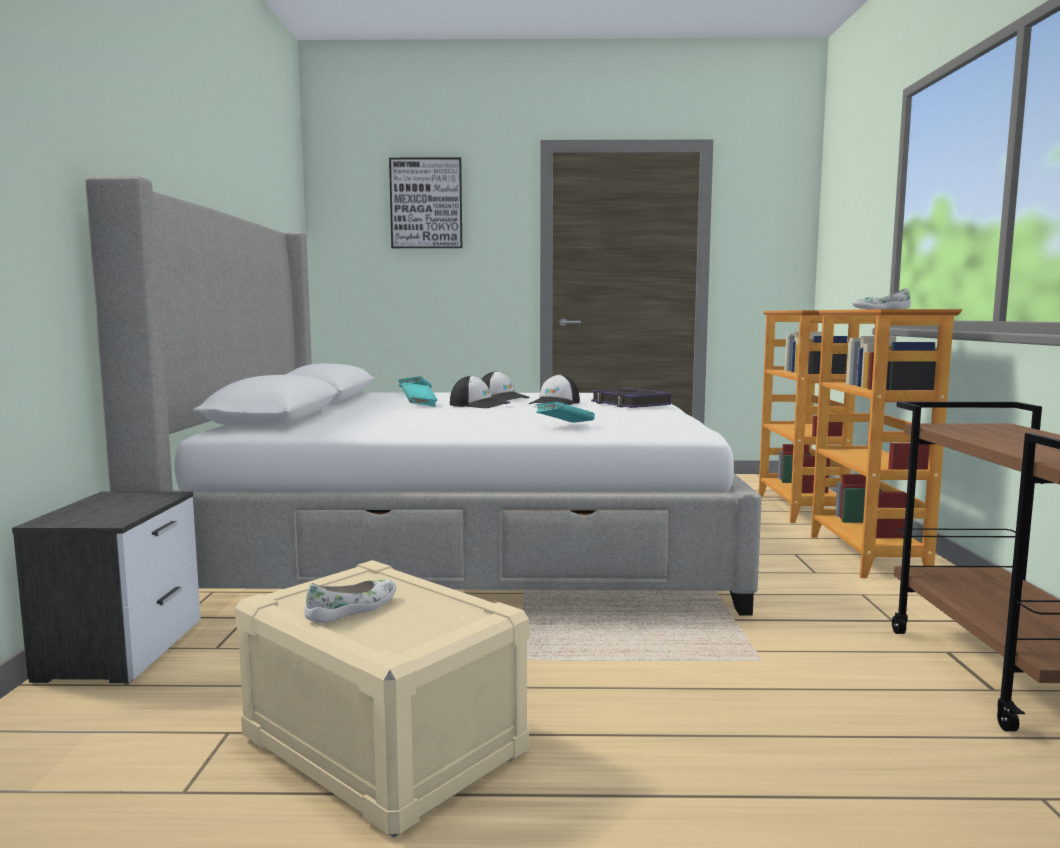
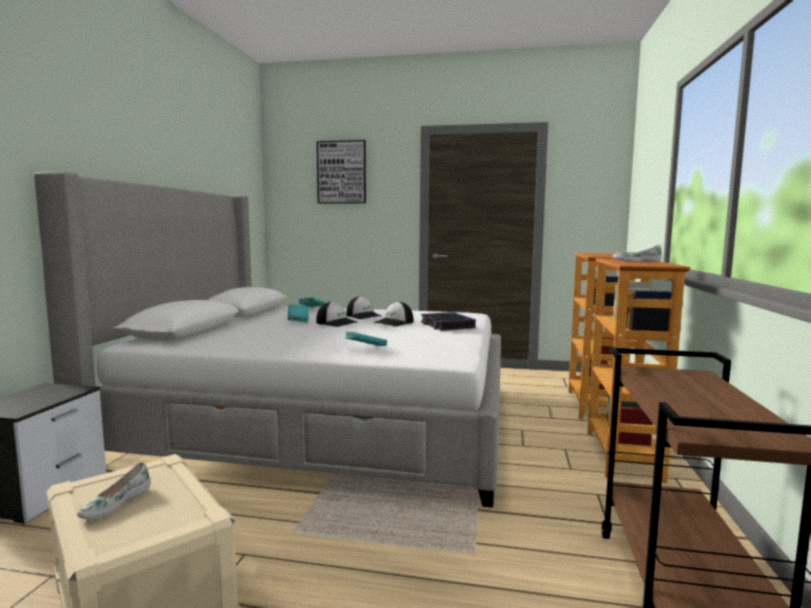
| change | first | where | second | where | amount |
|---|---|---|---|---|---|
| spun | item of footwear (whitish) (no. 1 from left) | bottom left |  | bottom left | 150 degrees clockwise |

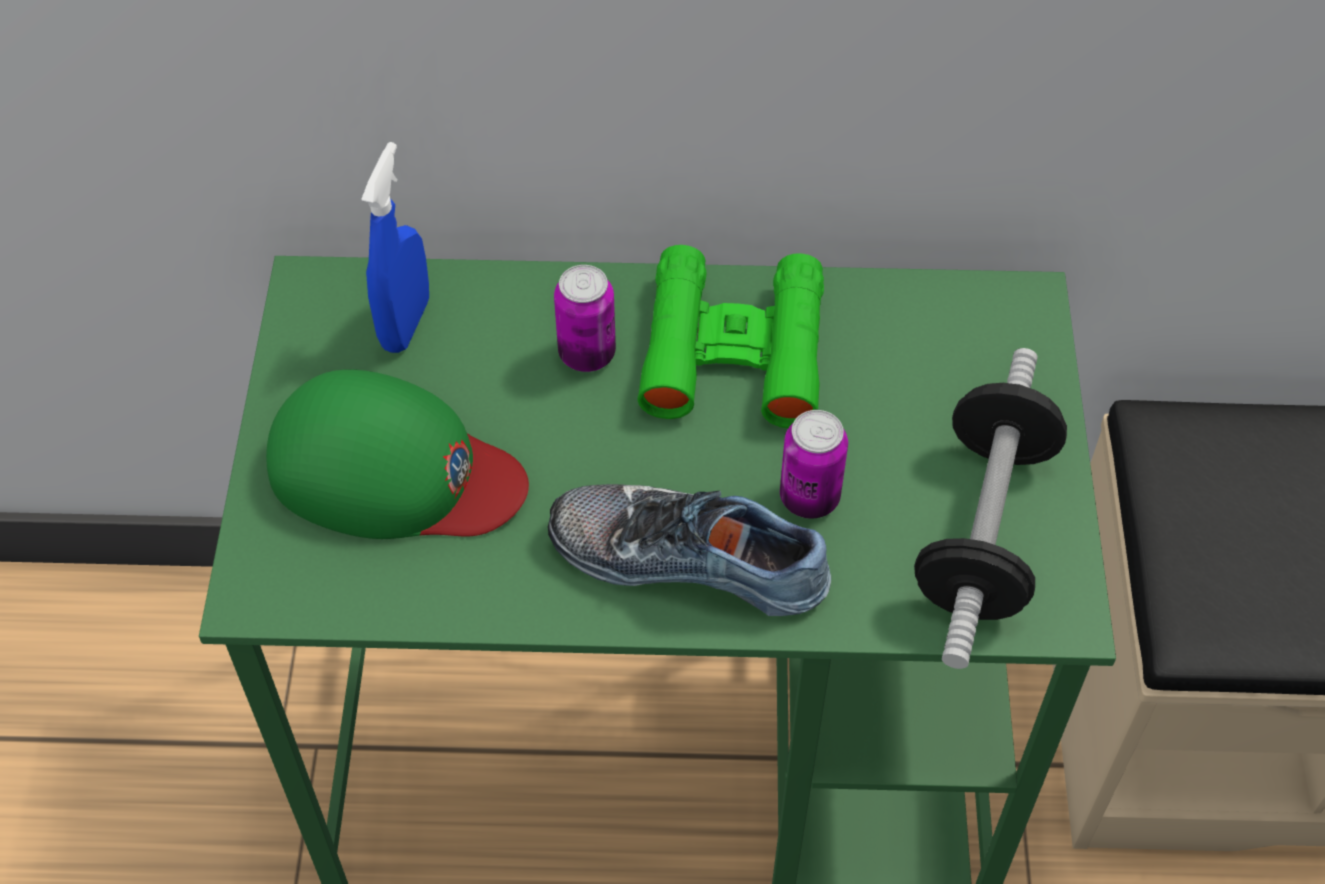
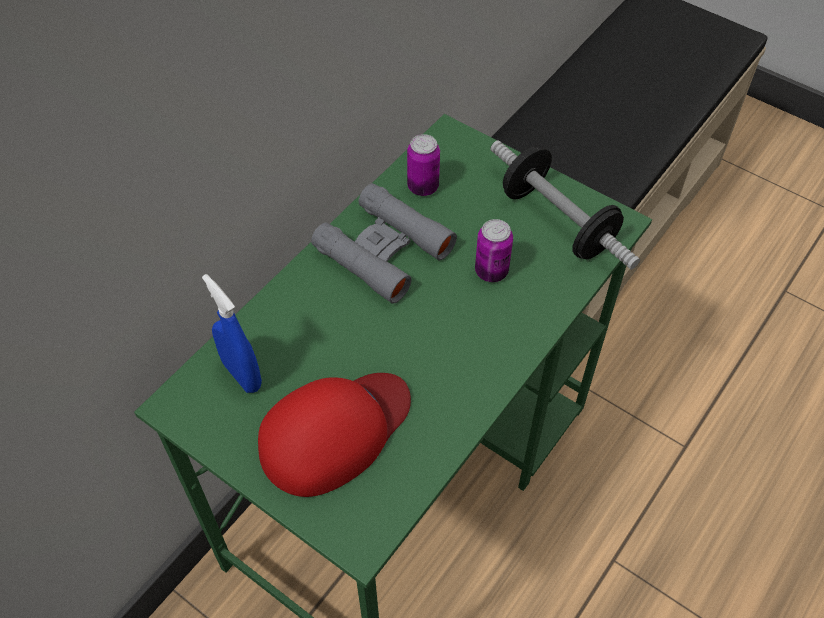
| change | first | where | second | where | amount |
|---|---|---|---|---|---|
| colour | cap (green-coloured) | middle left | cap (red-coloured) | bottom centre |  |
| missing | item of footwear | centre |  |  |  |
| relocated | metal can (no. 1 from left) | centre |  | top centre |  |
| colour | field glasses (green-coloured) | centre | field glasses (grey) | centre |  |

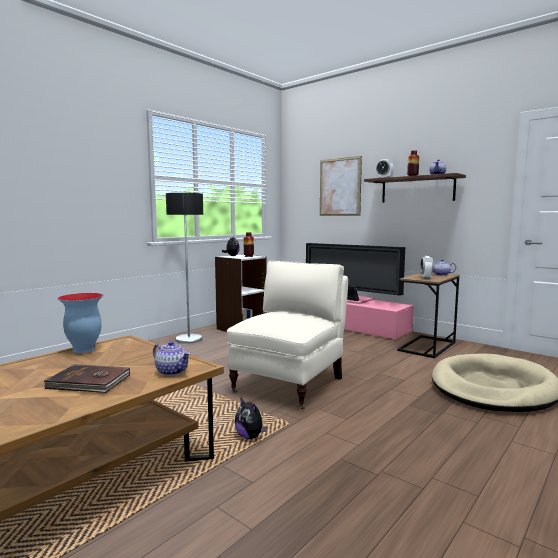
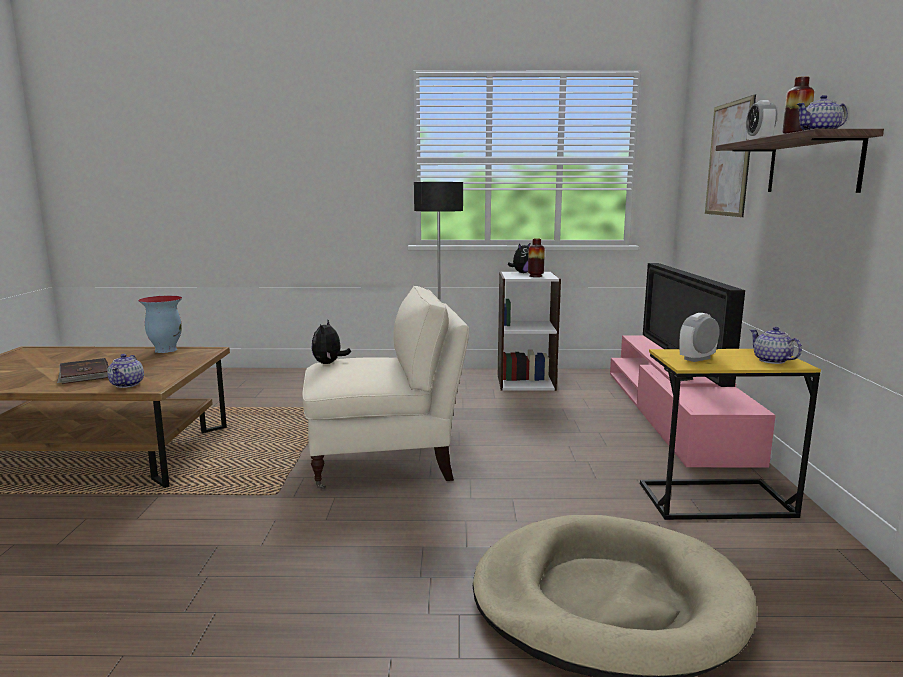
| change | first | where | second | where | amount |
|---|---|---|---|---|---|
| relocated | soft toy (no. 2 from left in the first image) | bottom centre | soft toy (no. 1 from left) | centre |  |
| colour | side table (brown-coloured) | middle right | side table (yellowish) | middle right |  |

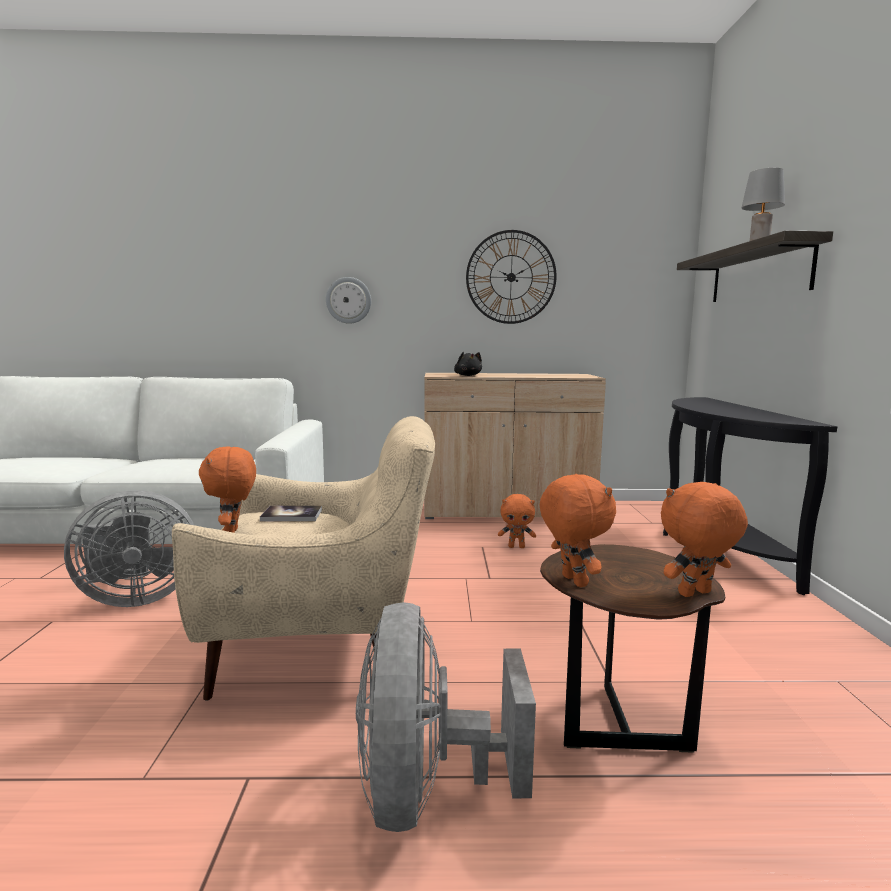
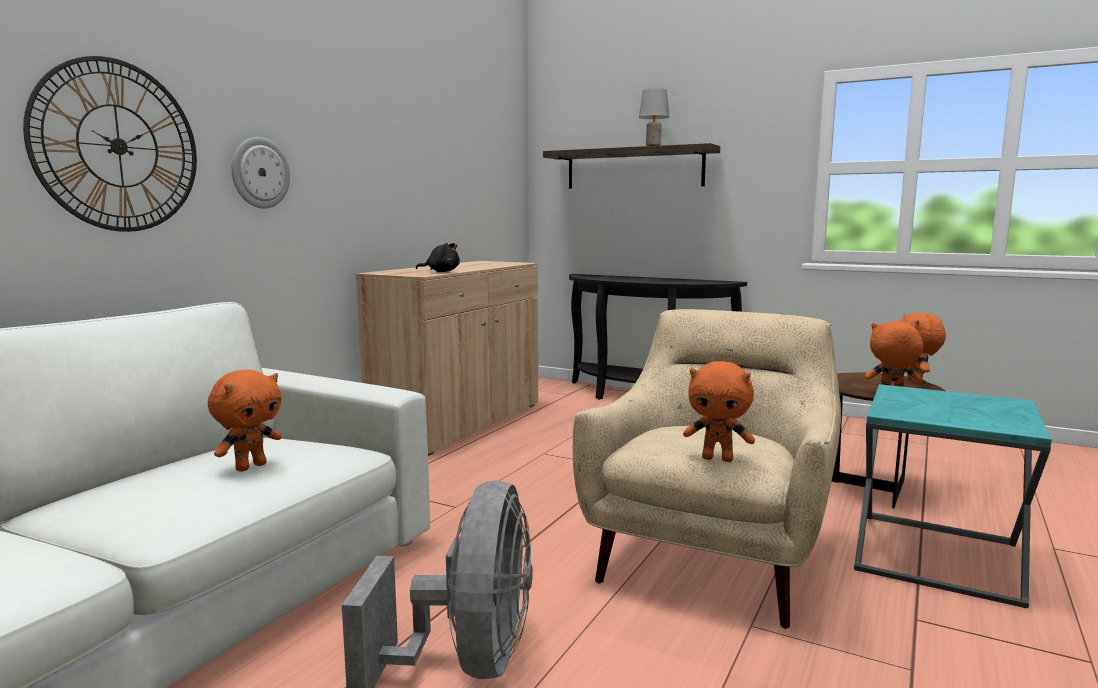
| change | first | where | second | where | amount |
|---|---|---|---|---|---|
| missing | volume | middle left |  |  |  |
| exchanged | fan (grey) (no. 2 from left) | bottom centre | side table (blue-green) | bottom right |  |
| relocated | wall clock (no. 2 from left in the first image) | top centre | wall clock (no. 1 from left) | top left |  |
| relocated | soft toy (orangey) (no. 2 from left in the first image) | centre | soft toy (orangey) (no. 1 from left) | middle left |  |

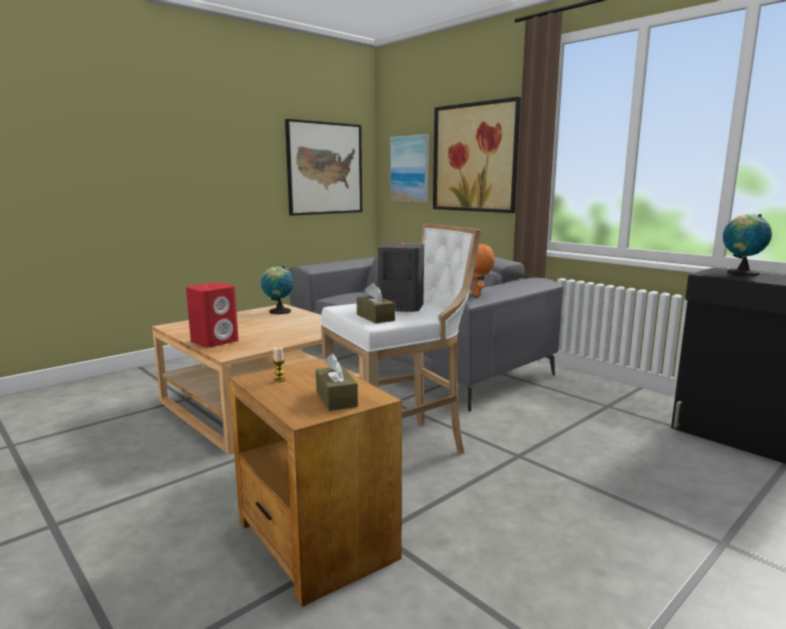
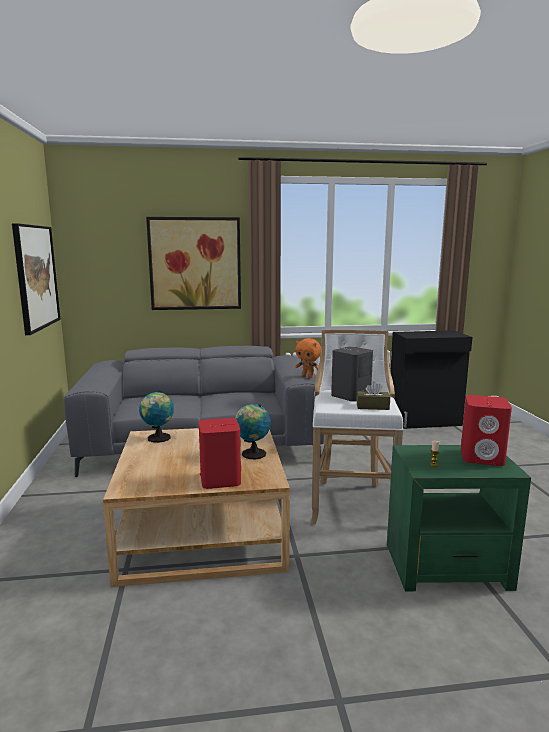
| change | first | where | second | where | amount |
|---|---|---|---|---|---|
| colour | side table (brown-coloured) | bottom centre | side table (green-coloured) | bottom right |  |
| exchanged | box of tissues (brown-coloured) (no. 1 from left) | centre | speaker (red-coloured) (no. 2 from left) | middle right |  |
| missing | picture (no. 2 from left) | top centre |  |  |  |
| relocated | world globe (no. 2 from left) | middle right |  | centre |  |

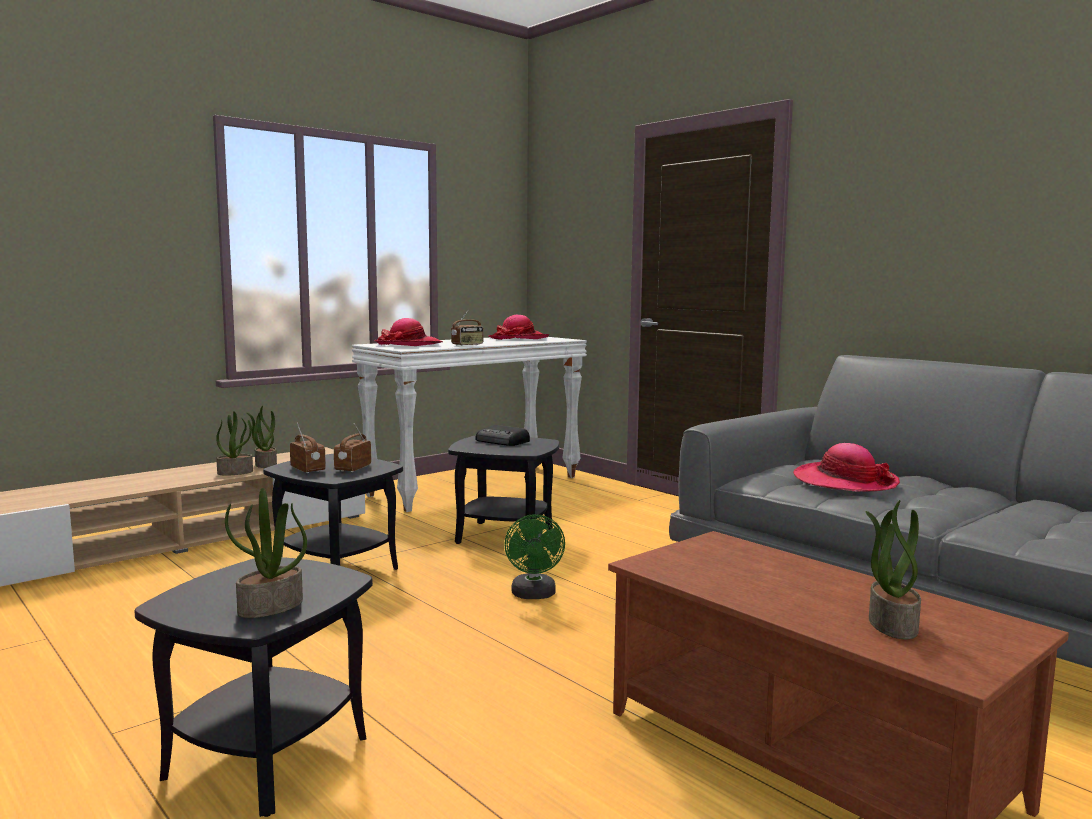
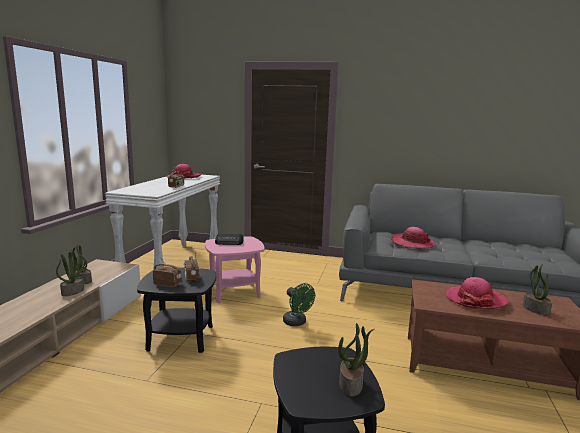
| change | first | where | second | where | amount |
|---|---|---|---|---|---|
| relocated | clothing hat (no. 1 from left in the first image) | centre | clothing hat (no. 3 from left) | bottom right |  |
| colour | side table (black) (no. 3 from left) | centre | side table (pink) | centre |  |

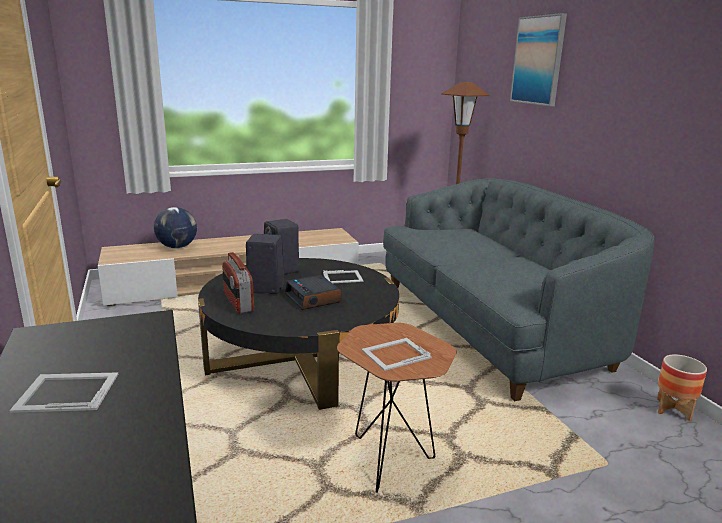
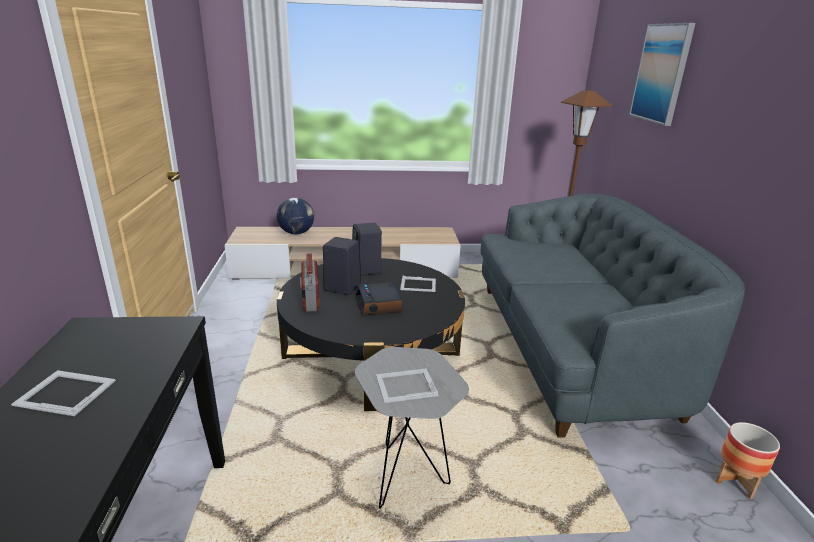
| change | first | where | second | where | amount |
|---|---|---|---|---|---|
| colour | side table (brown-coloured) | bottom centre | side table (grey) | bottom centre |  |

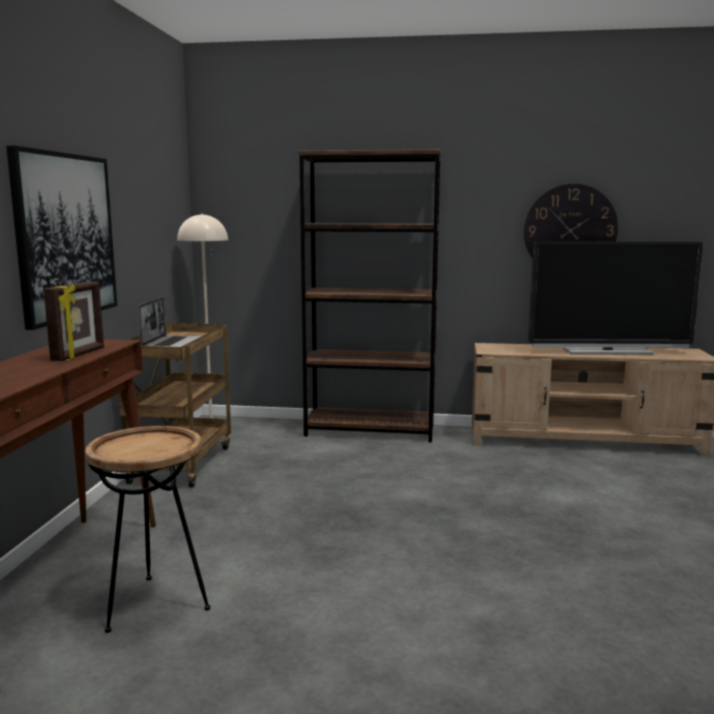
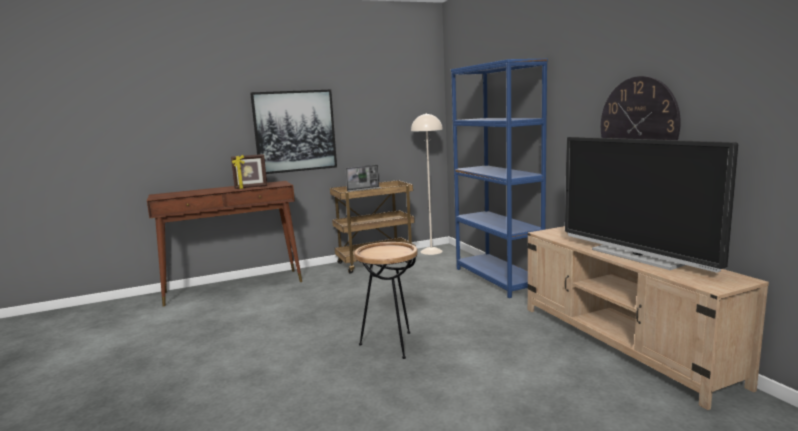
| change | first | where | second | where | amount |
|---|---|---|---|---|---|
| relocated | side table (brown-coloured) | bottom left |  | bottom centre |  |
| colour | shelving unit (brown-coloured) | centre | shelving unit (bluish) | centre |  |

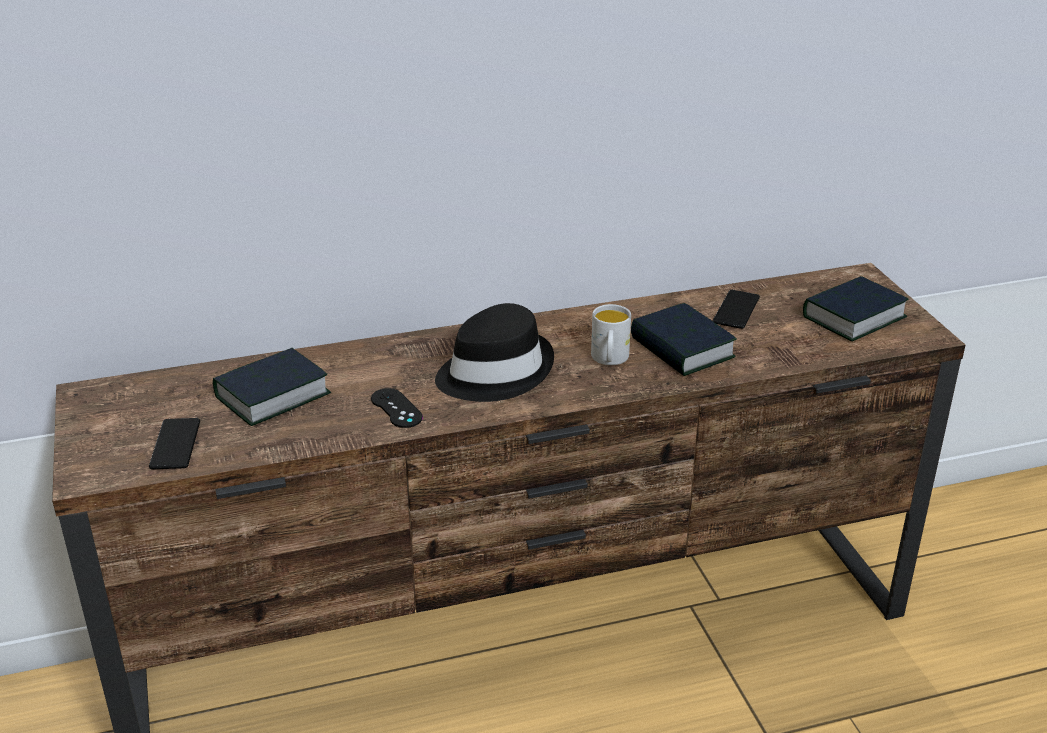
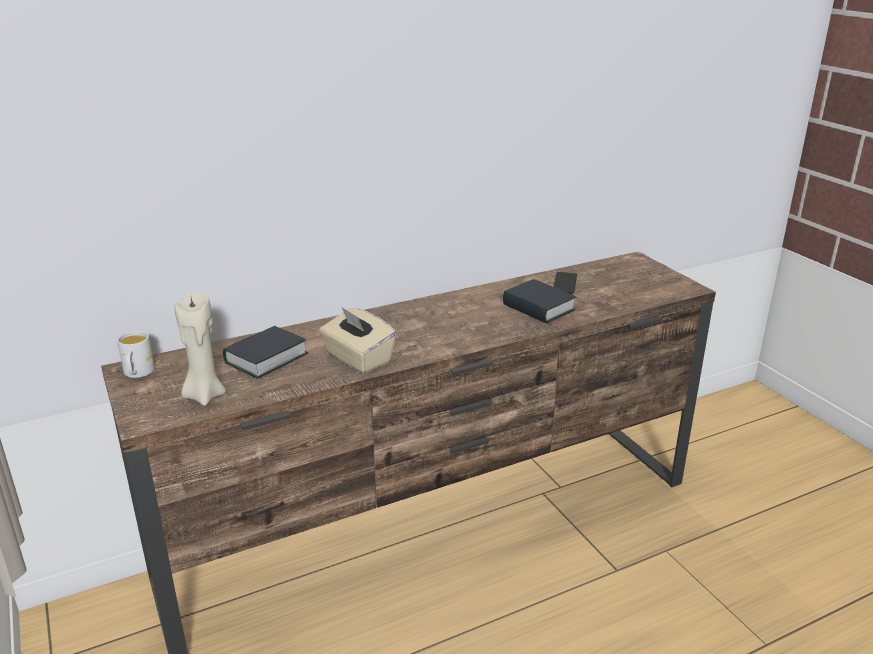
| change | first | where | second | where | amount |
|---|---|---|---|---|---|
| exchanged | telephone (no. 1 from left) | middle left | wax candle (sand-coloured) | middle left |  |
| exchanged | game controller (black) | centre | box of tissues (sand-coloured) | centre |  |
| missing | clothing hat (black) | centre |  |  |  |
| relocated | coffee mug (whitish) | centre |  | middle left |  |
| missing | volume (no. 3 from left) | middle right |  |  |  |

